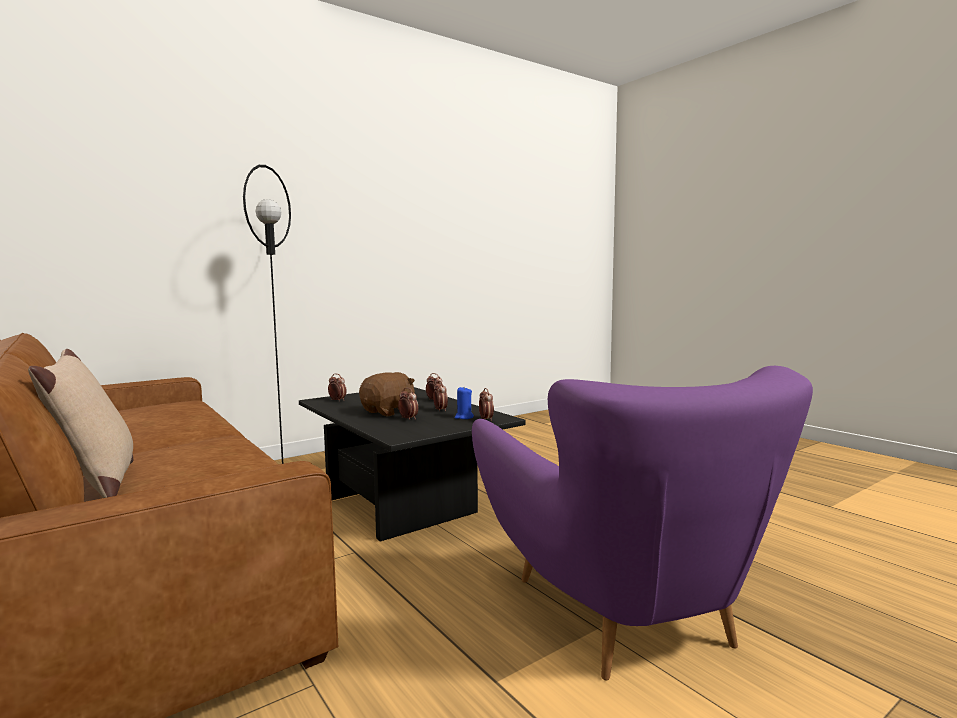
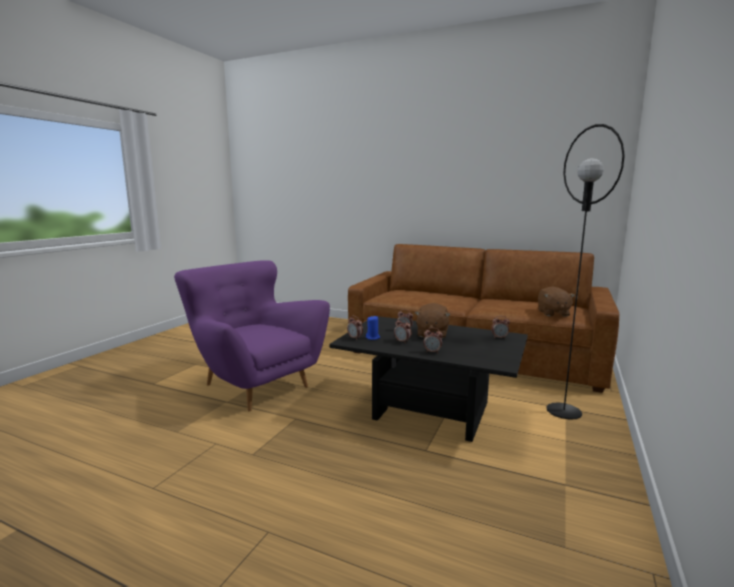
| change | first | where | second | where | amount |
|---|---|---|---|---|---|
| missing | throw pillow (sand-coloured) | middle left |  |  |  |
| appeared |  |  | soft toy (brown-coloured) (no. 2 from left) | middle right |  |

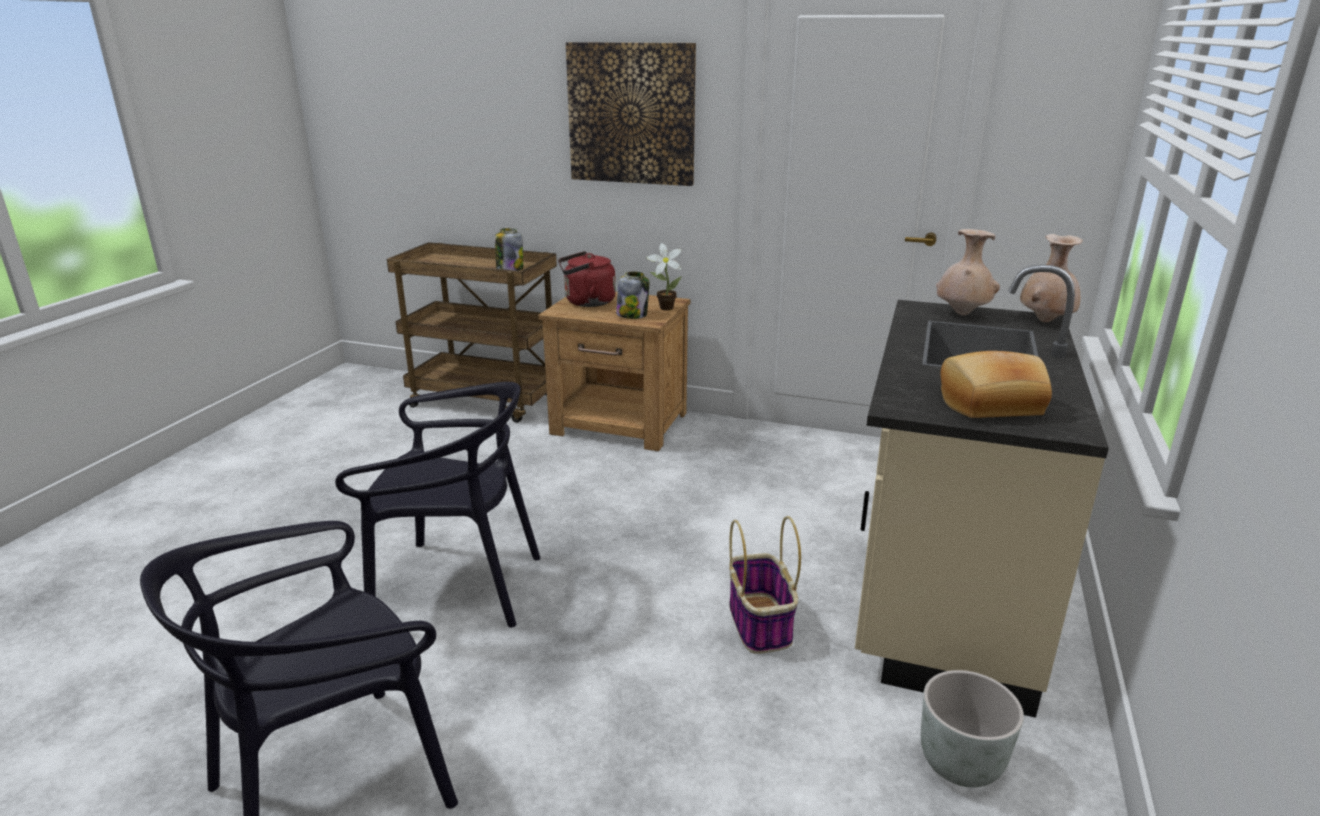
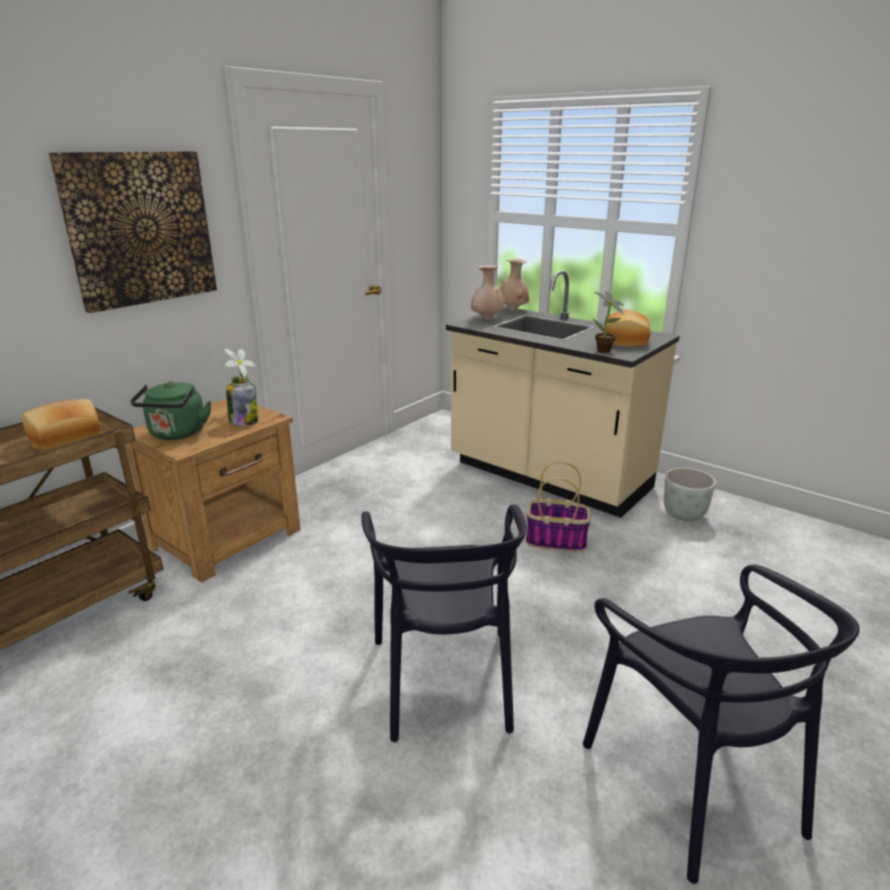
| change | first | where | second | where | amount |
|---|---|---|---|---|---|
| spun | chair (black) (no. 2 from left in the first image) | middle left | chair (black) (no. 1 from left) | bottom centre | 150 degrees clockwise |
| exchanged | preserve jar (no. 1 from left) | top centre | bread (no. 1 from left) | middle left |  |
| colour | tea kettle (red-coloured) | centre | tea kettle (green-coloured) | middle left |  |
| appeared |  |  | plant in a pot (no. 2 from left) | middle right |  |

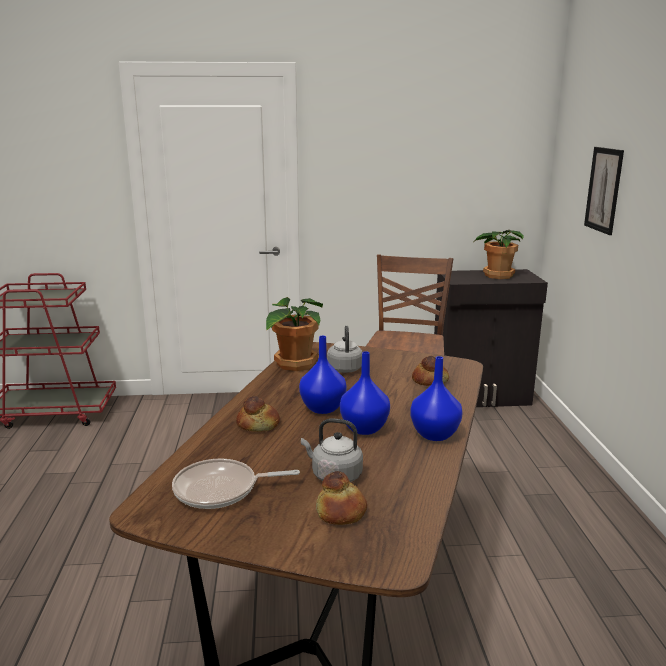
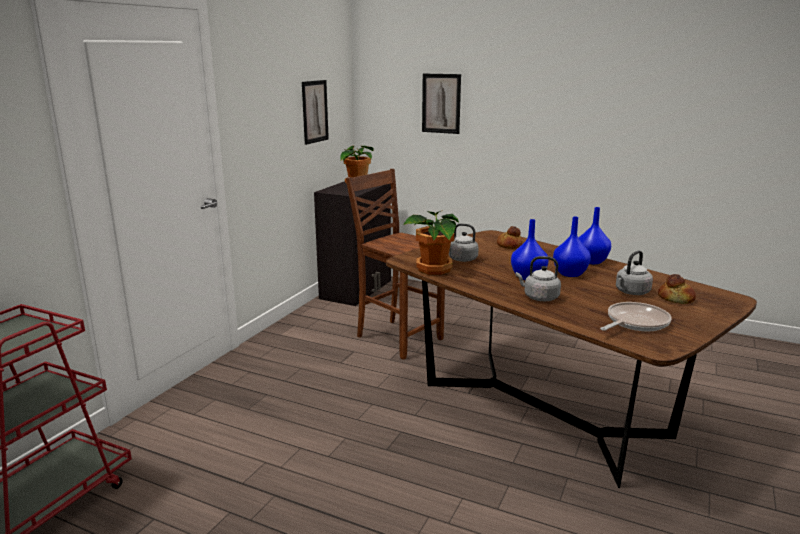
| change | first | where | second | where | amount |
|---|---|---|---|---|---|
| spun | pan | bottom centre |  | middle right | 150 degrees counterclockwise |
| exchanged | bread (no. 1 from left) | centre | tea kettle (grey) (no. 2 from left) | middle right |  |
| appeared |  |  | picture (no. 1 from left) | top centre |  |

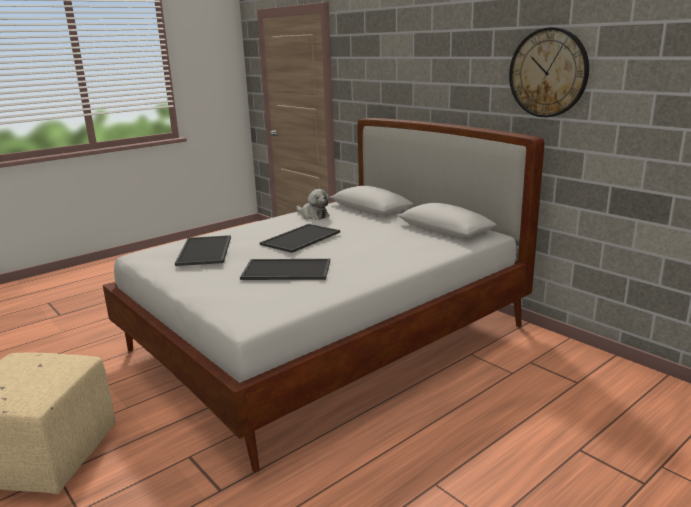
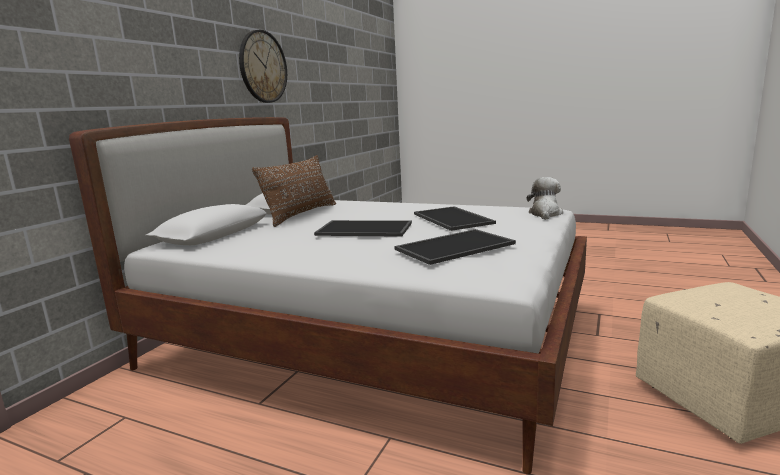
| change | first | where | second | where | amount |
|---|---|---|---|---|---|
| relocated | soft toy | centre |  | middle right |  |
| appeared |  |  | throw pillow (brown-coloured) | centre |  |

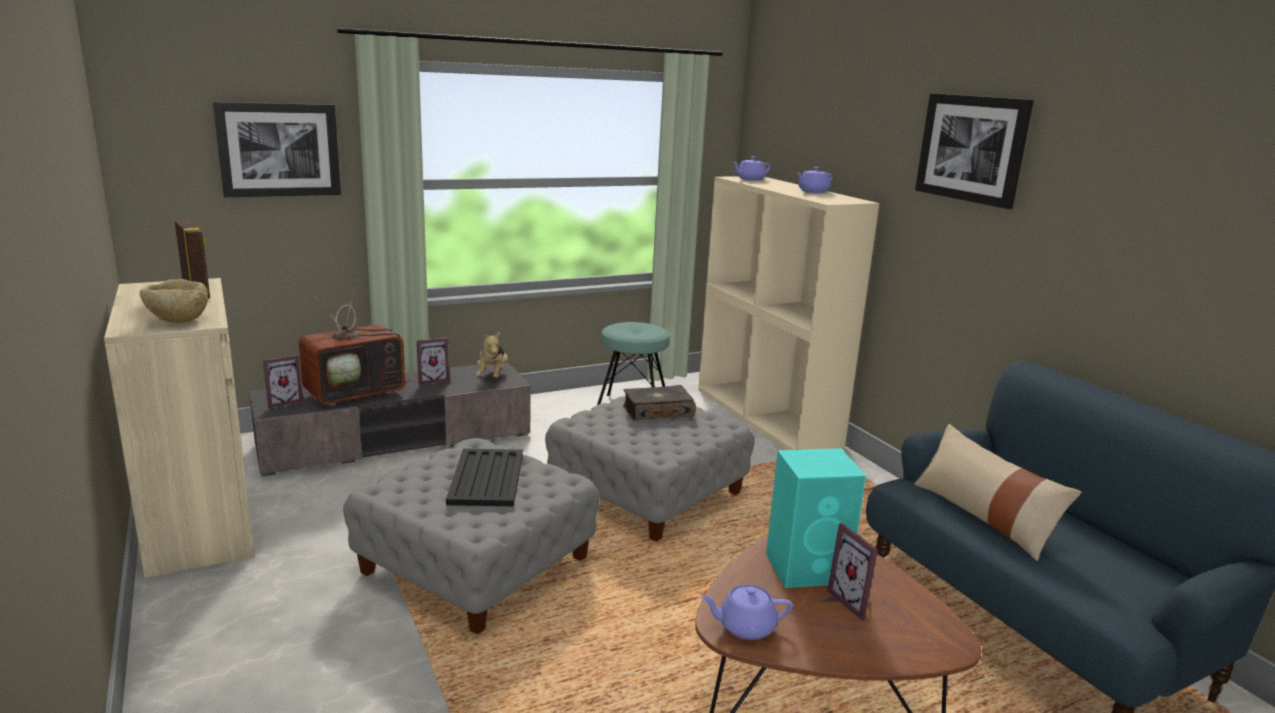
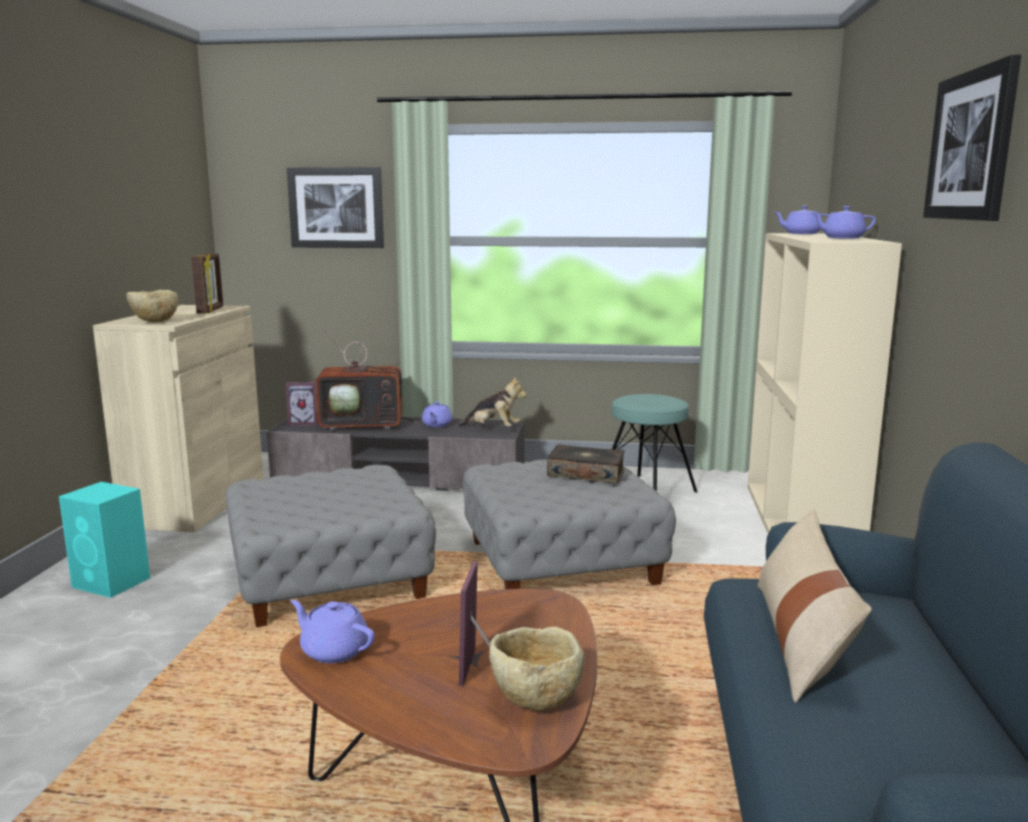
| change | first | where | second | where | amount |
|---|---|---|---|---|---|
| exchanged | standing frame (no. 3 from left) | centre | pot for tea (purple-coloured) (no. 2 from left) | centre |  |
| missing | tray (black) | bottom centre |  |  |  |
| spun | soft toy | centre |  | centre | 105 degrees counterclockwise |
| relocated | speaker (blue-green) | bottom centre |  | middle left |  |
| appeared |  |  | bowl (sand-coloured) (no. 2 from left) | bottom centre |  |

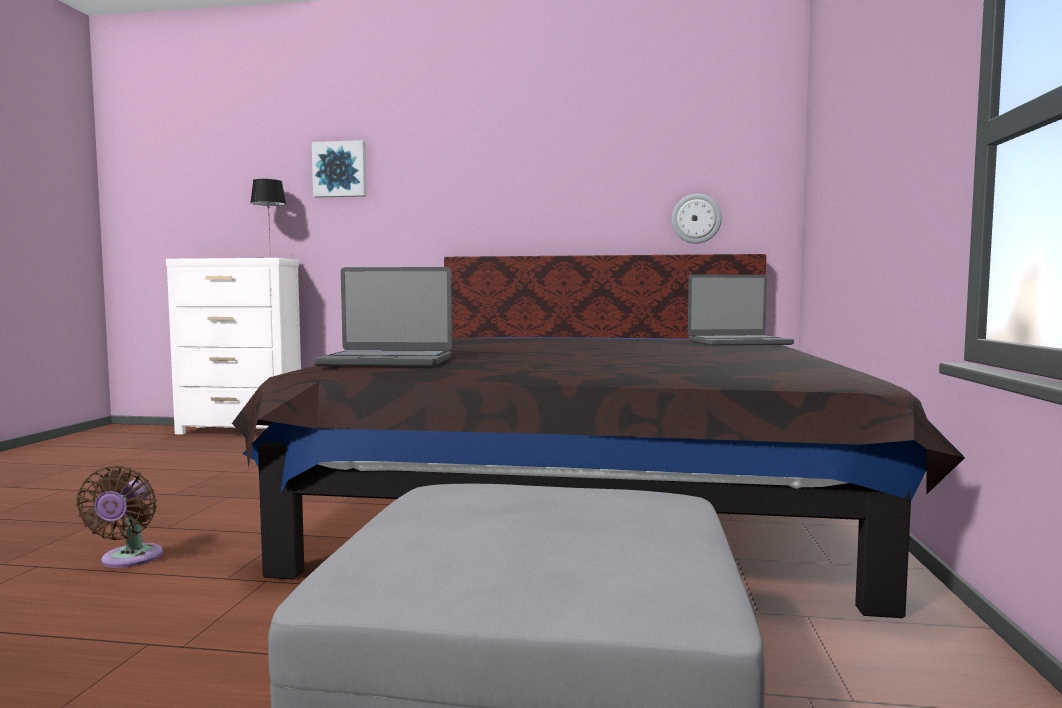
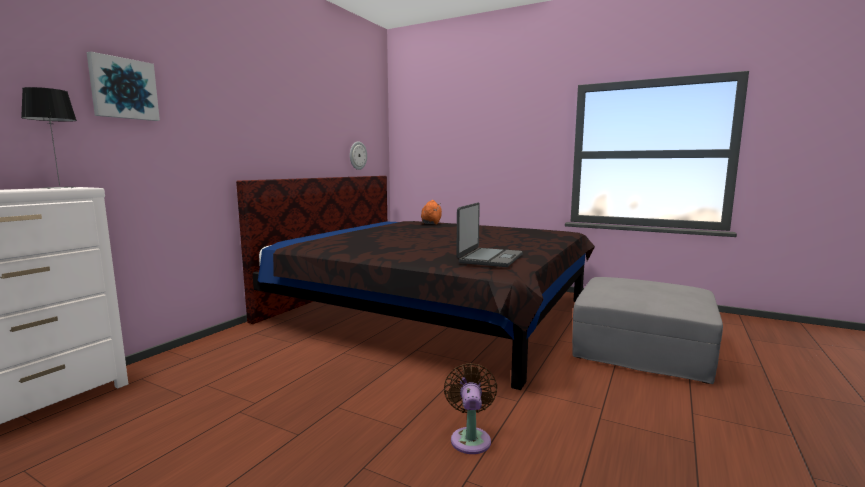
| change | first | where | second | where | amount |
|---|---|---|---|---|---|
| spun | fan (brown-coloured) | bottom left |  | bottom centre | 105 degrees counterclockwise |
| exchanged | portable computer (no. 2 from left) | middle right | soft toy (orangey) | centre |  |

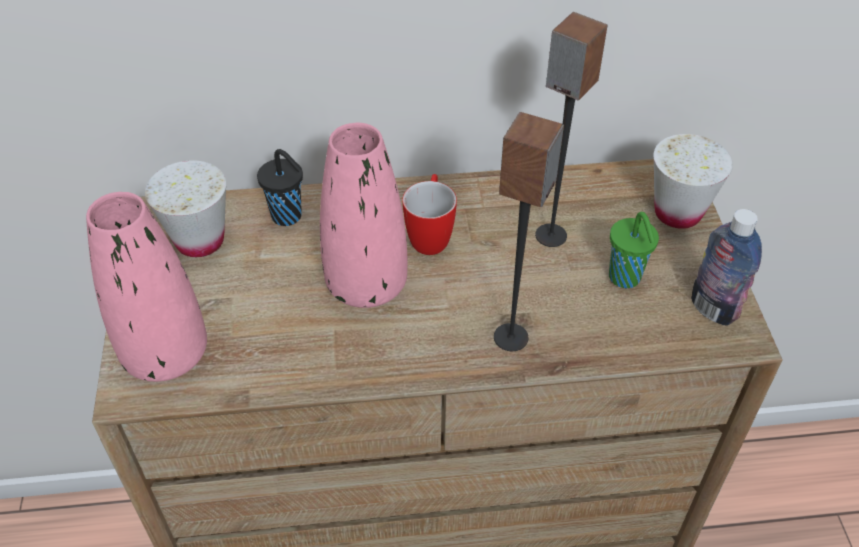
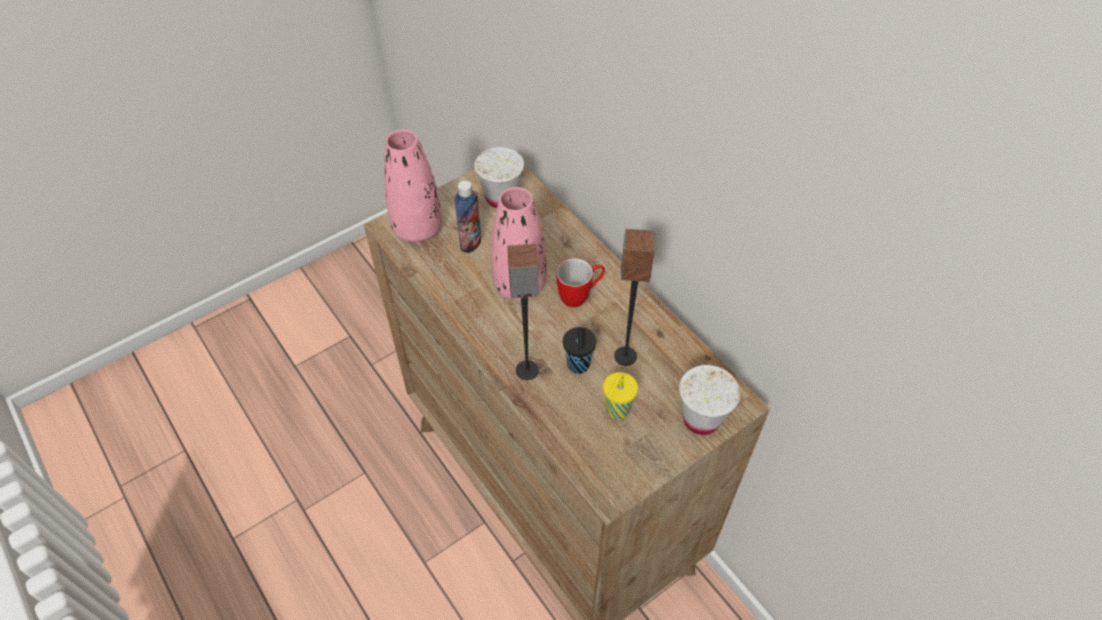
| change | first | where | second | where | amount |
|---|---|---|---|---|---|
| relocated | cup (black) | middle left |  | centre |  |
| colour | cup (green-coloured) | middle right | cup (yellowish) | centre |  |
| relocated | drink bottle | middle right |  | centre |  |

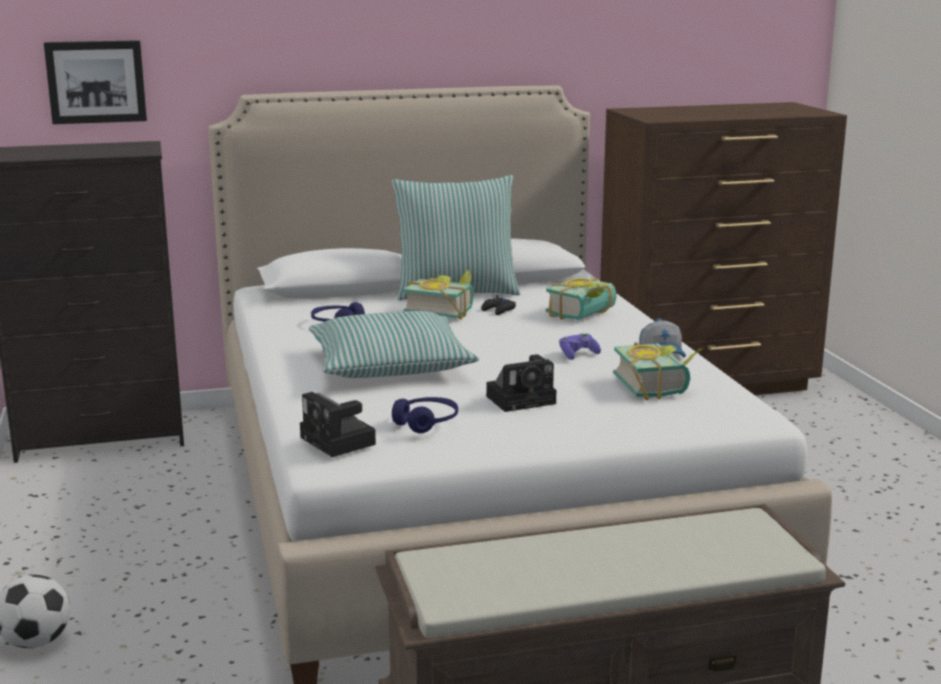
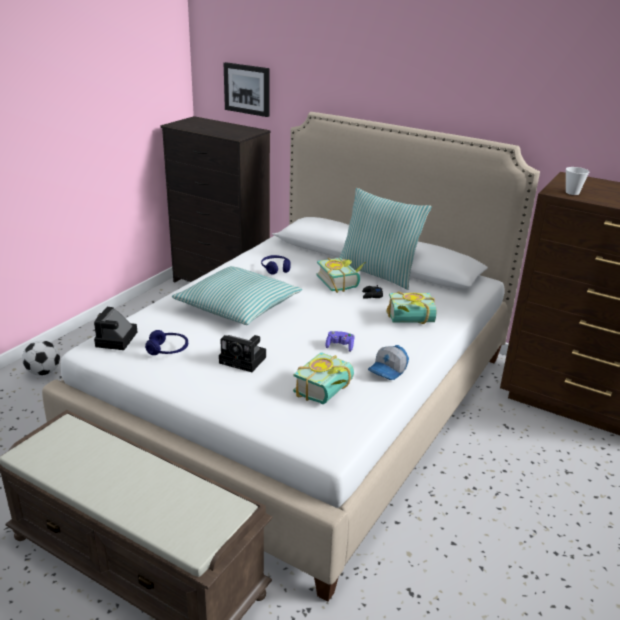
| change | first | where | second | where | amount |
|---|---|---|---|---|---|
| appeared |  |  | cup | top right |  |

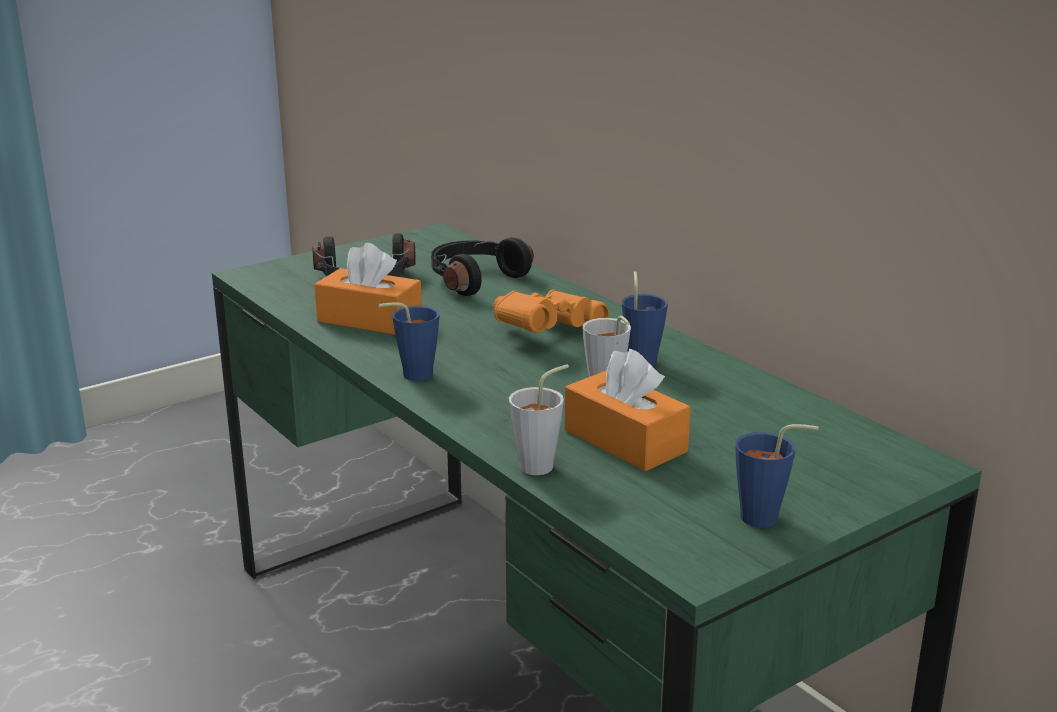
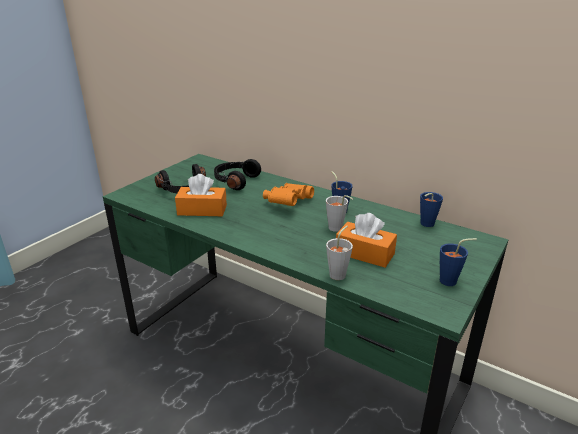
| change | first | where | second | where | amount |
|---|---|---|---|---|---|
| relocated | cup (bluish) (no. 1 from left in the first image) | centre | cup (bluish) (no. 2 from left) | middle right |  |

